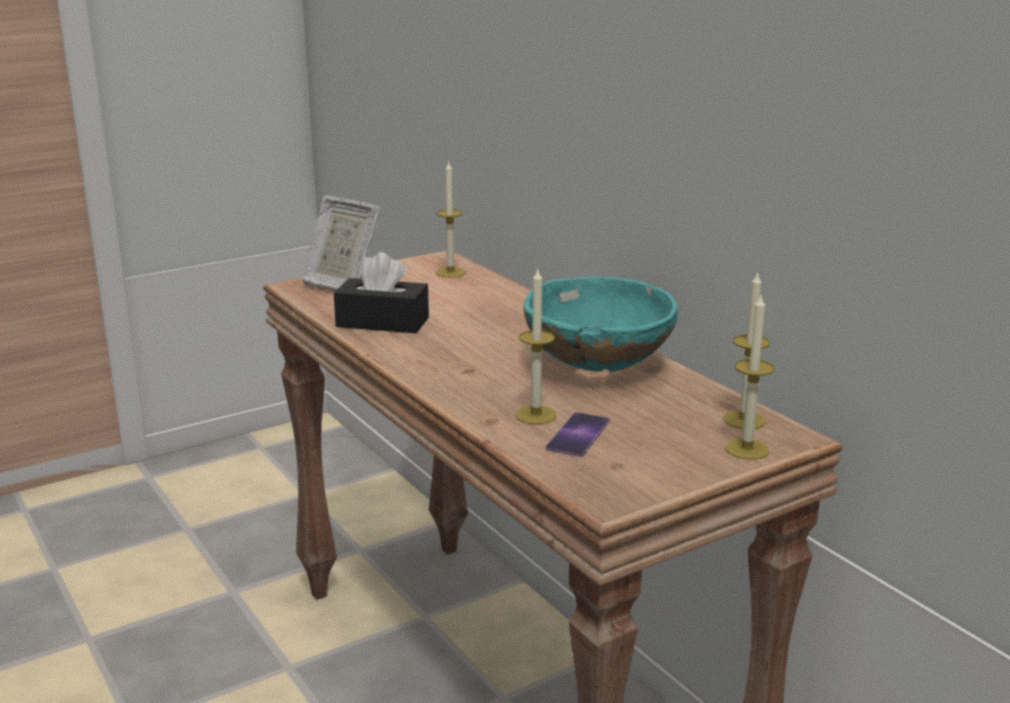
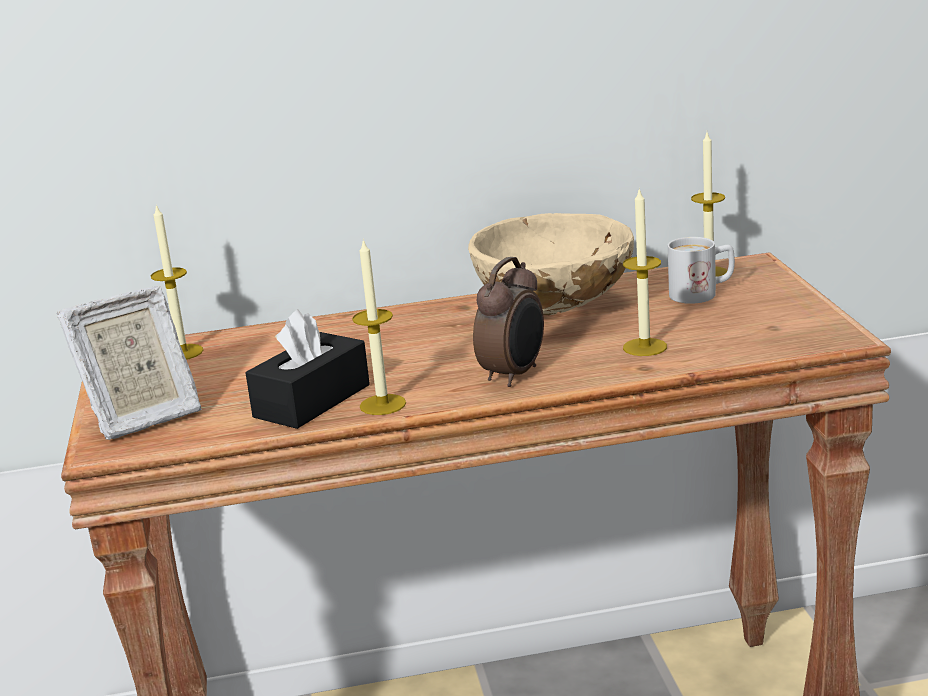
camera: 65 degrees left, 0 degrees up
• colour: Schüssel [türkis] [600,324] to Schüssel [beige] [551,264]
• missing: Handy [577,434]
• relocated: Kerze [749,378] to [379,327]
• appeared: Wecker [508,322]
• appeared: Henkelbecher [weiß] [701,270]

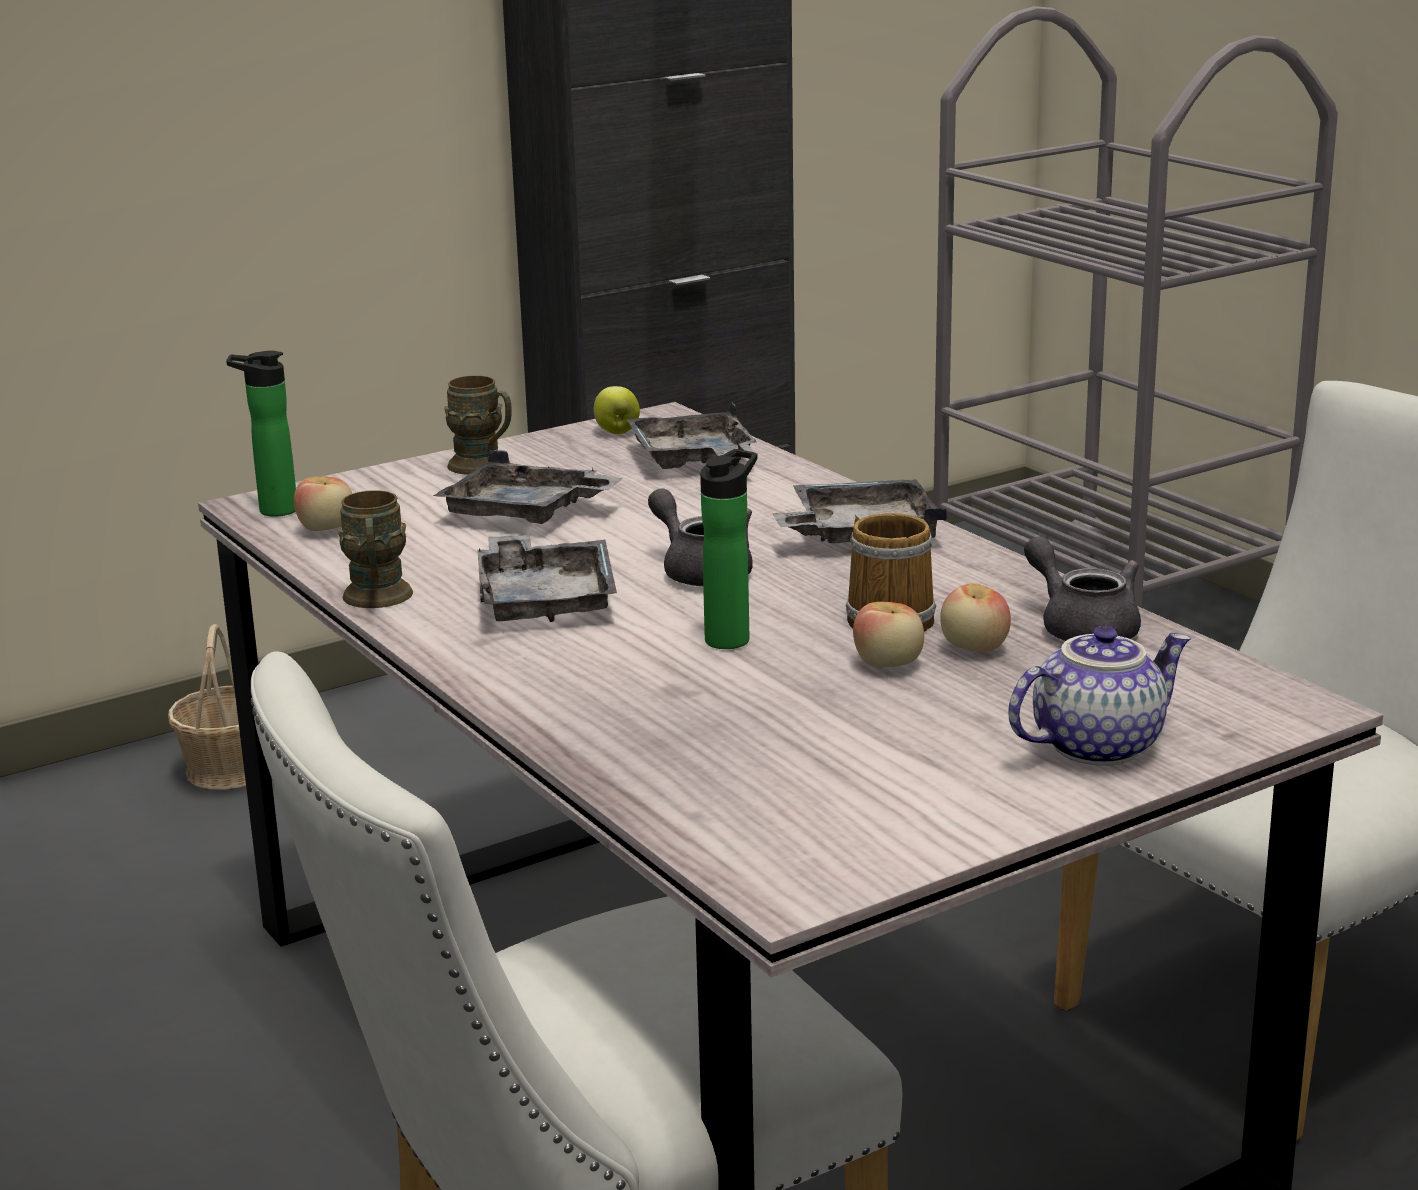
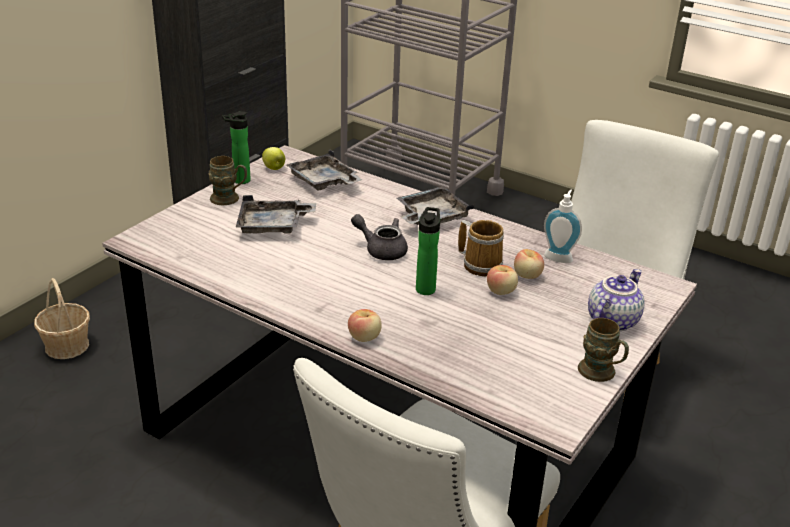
camera: 25 degrees left, 10 degrees up
• relocated: Flasche [261,434] to [236,147]
• relocated: Apfel [323,504] to [365,325]
• relocated: Henkelbecher [braun] [375,549] to [603,350]
• missing: Tablett [grau] [547,578]
• exchanged: Teekanne [grau] [1082,588] to Seifenspender [563,226]

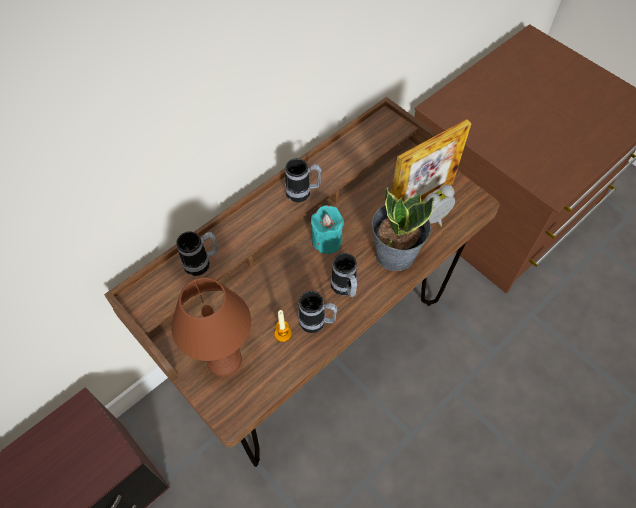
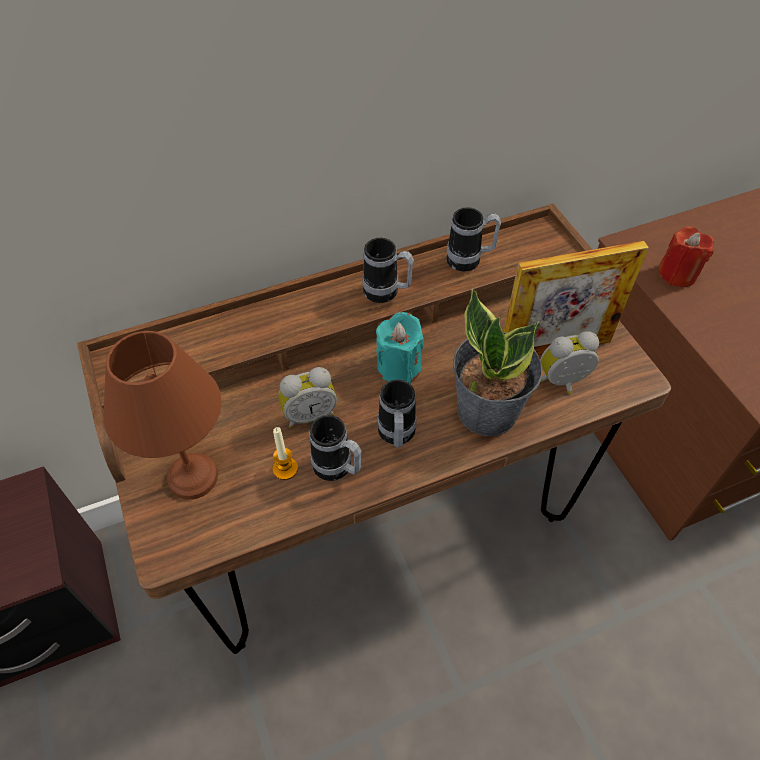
camera: 20 degrees right, 5 degrees down
• relocated: Henkelbecher [197,253] to [473,239]
• appeared: Wecker [307,397]
• appeared: Kerze [rot] [686,256]

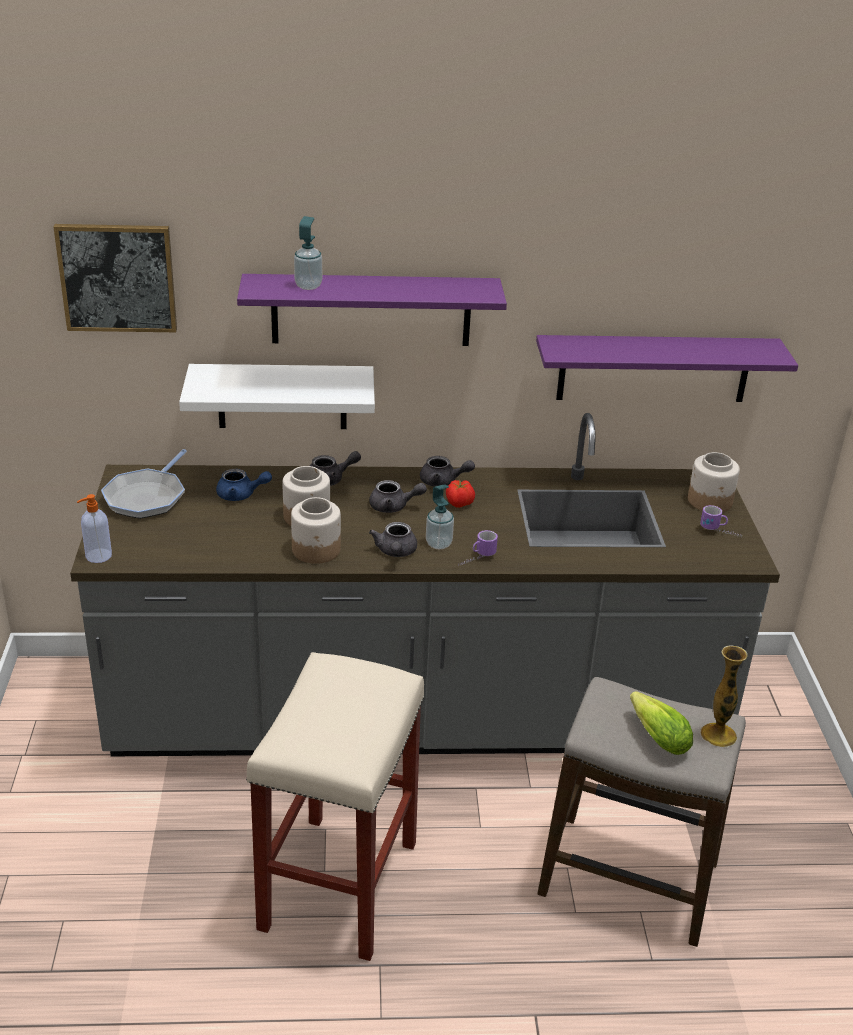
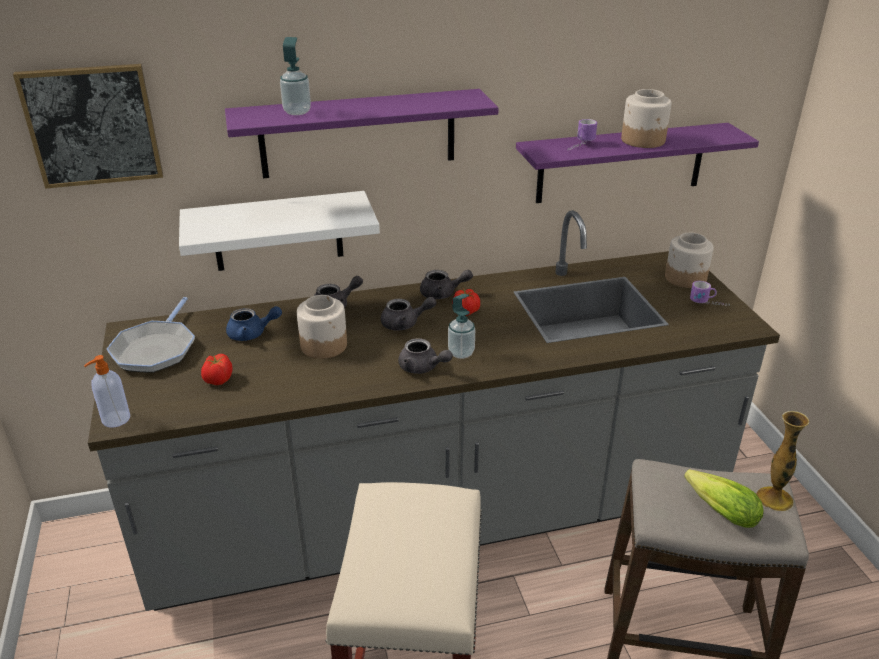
camera: 10 degrees left, 0 degrees up
• relocated: Vorratsglas [316,530] to [646,118]
• spun: Teekanne [grau] [393,539] = [425,356] 45 degrees counterclockwise
• relocated: Henkelbecher [478,548] to [582,135]
• appeared: Tomate [217,369]

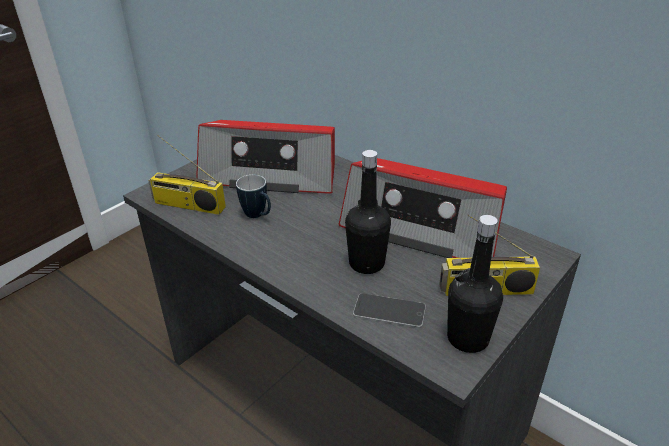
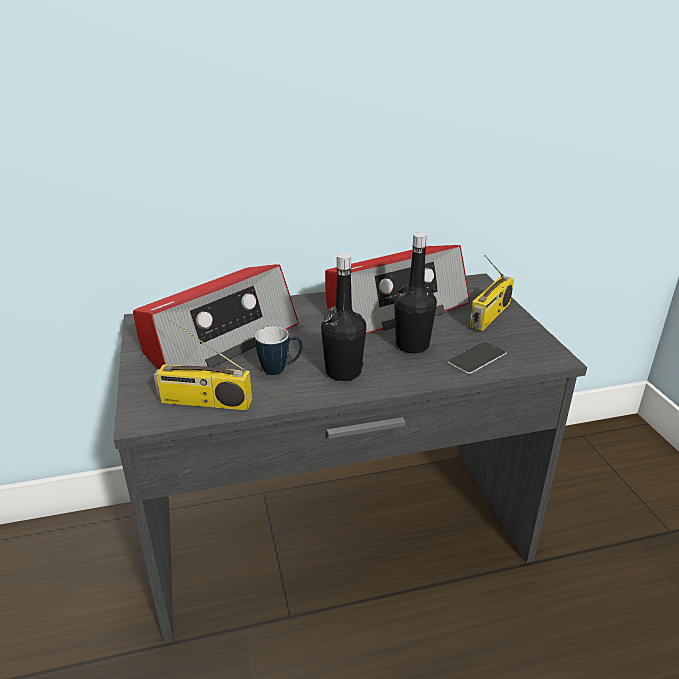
camera: 55 degrees left, 5 degrees down
• spun: Radio [187,175] = [203,364] 45 degrees clockwise
• relocated: Flasche [schwarz] [475,284] to [343,317]

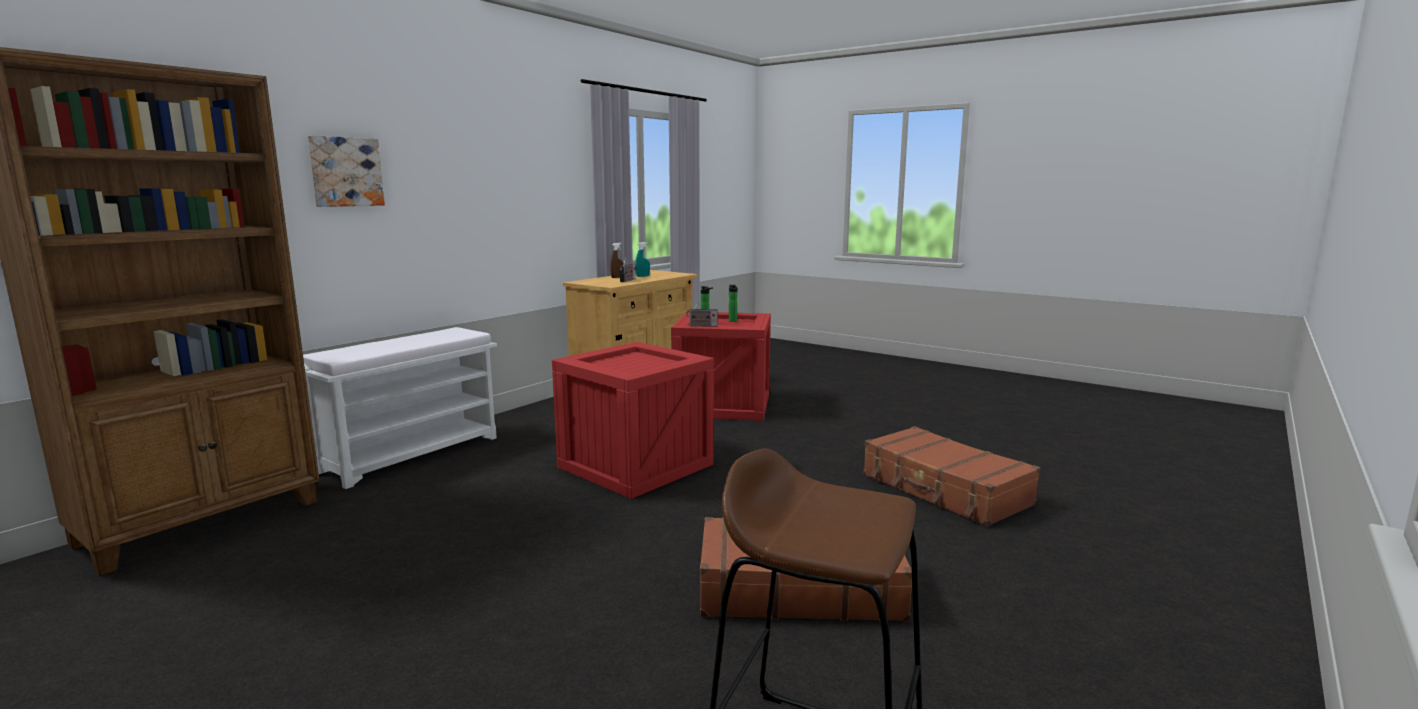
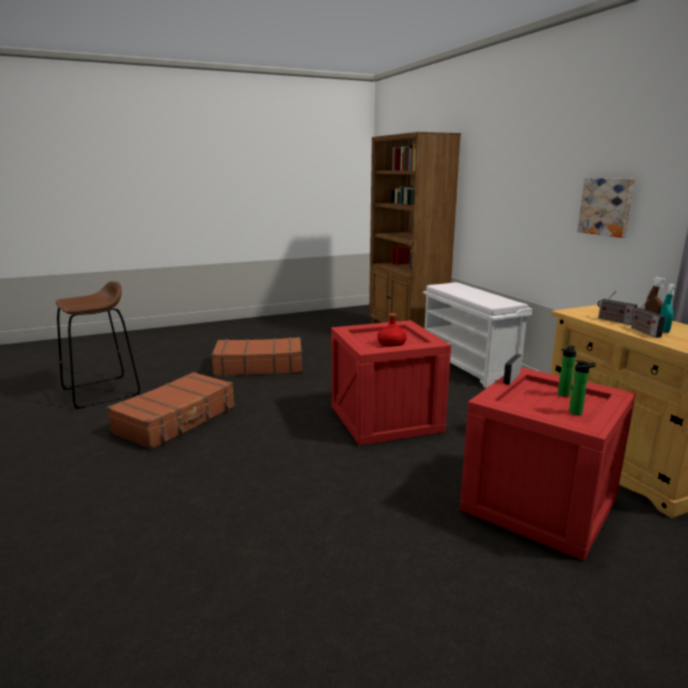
camera: 120 degrees right, 5 degrees up
• relocated: Bild [346,171] to [606,208]
• relocated: Koffer [braun] [951,476] to [257,356]
• appeared: Flasche [rot] [392,330]
• appeared: Radio [648,319]

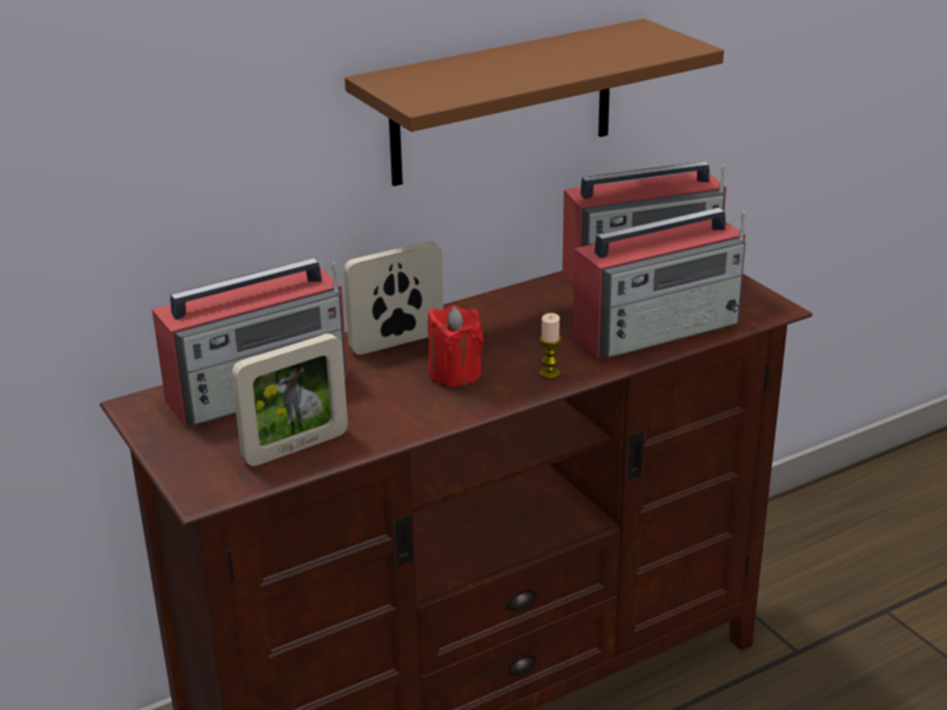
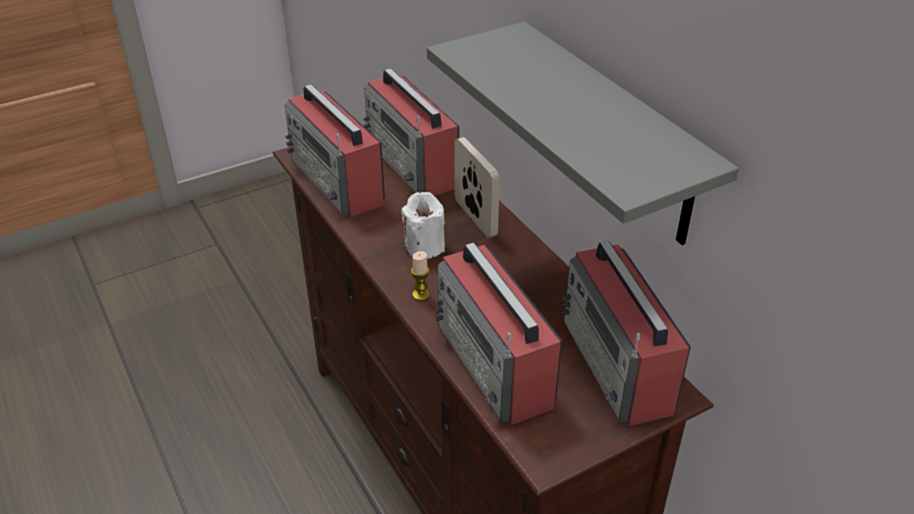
camera: 90 degrees right, 10 degrees up
• exchanged: Bilderrahmen [289,399] to Radio [335,150]
• colour: Wandregal [braun] [534,102] to Wandregal [grau] [583,133]
• colour: Kerze [rot] [456,346] to Kerze [weiß] [423,225]

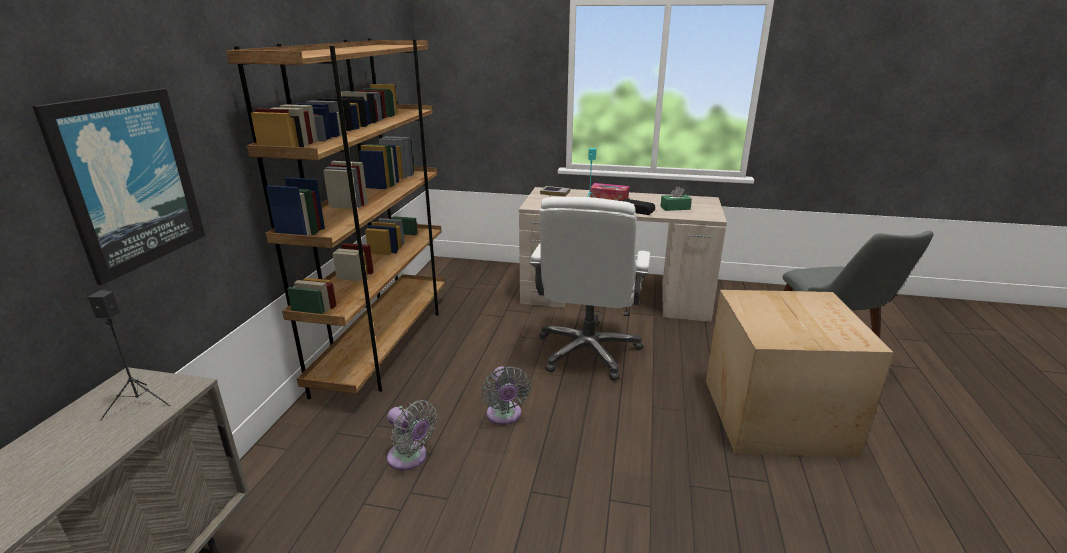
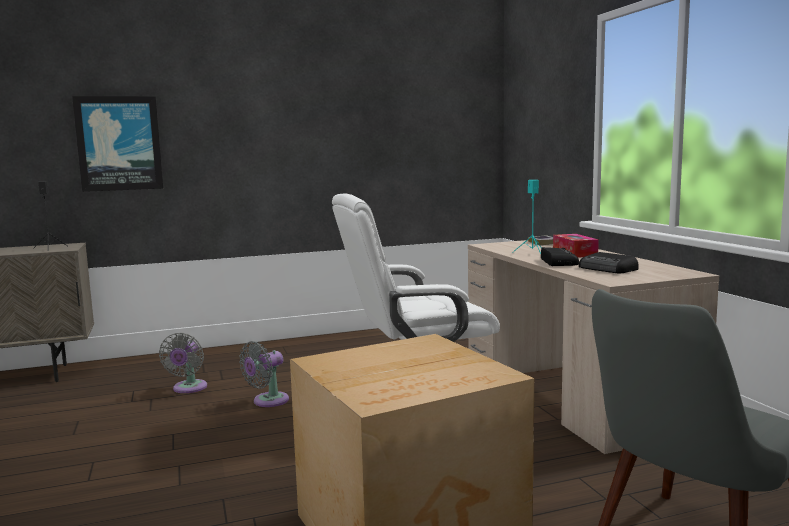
camera: 60 degrees right, 15 degrees down
• missing: Bücherregal [braun] [335,218]
• exchanged: Taschentuchbox [grün] [676,198] to Radio [608,262]

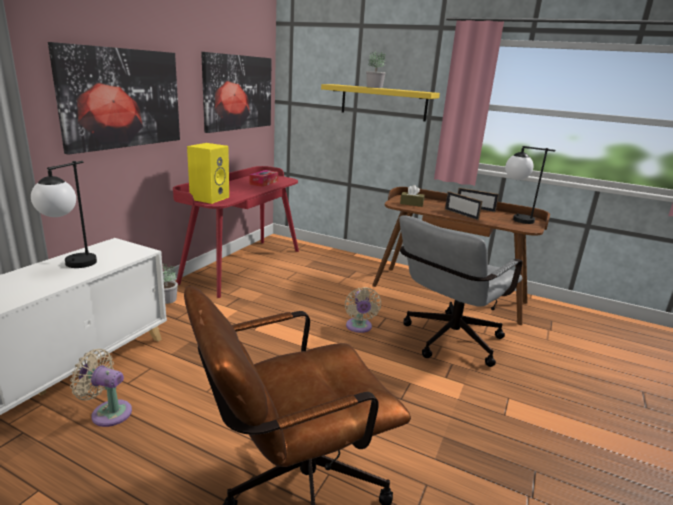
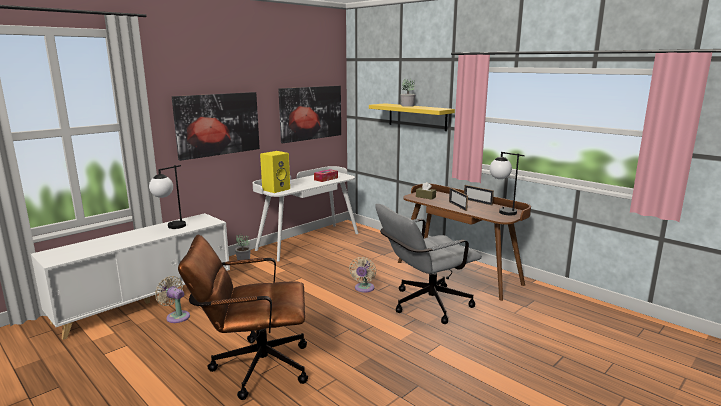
camera: 20 degrees right, 5 degrees down
• colour: Schreibtisch [rot] [236,232] to Schreibtisch [weiß] [306,213]

